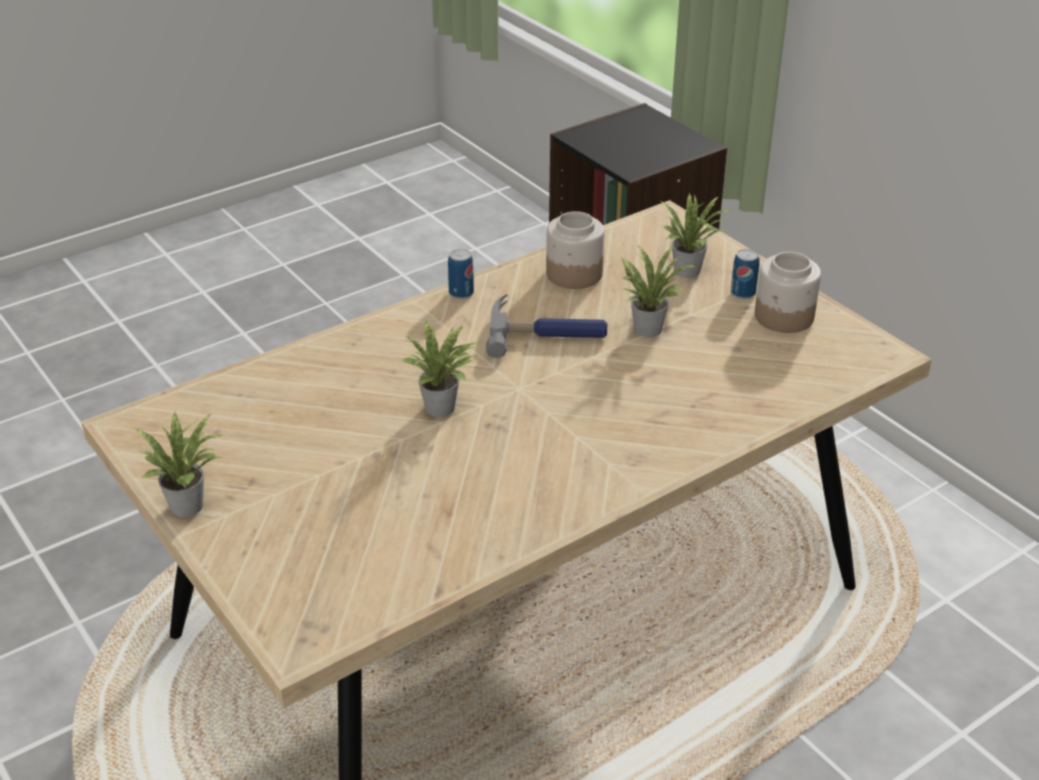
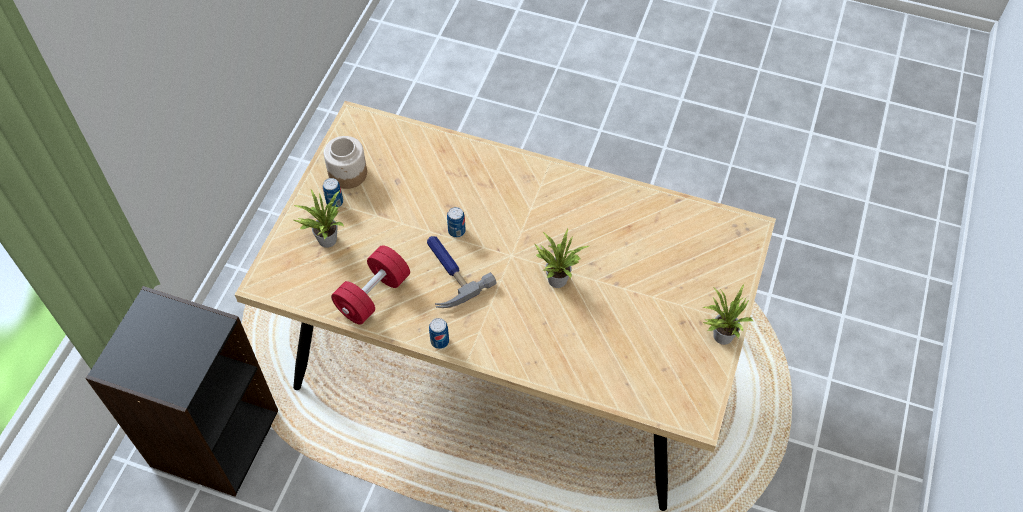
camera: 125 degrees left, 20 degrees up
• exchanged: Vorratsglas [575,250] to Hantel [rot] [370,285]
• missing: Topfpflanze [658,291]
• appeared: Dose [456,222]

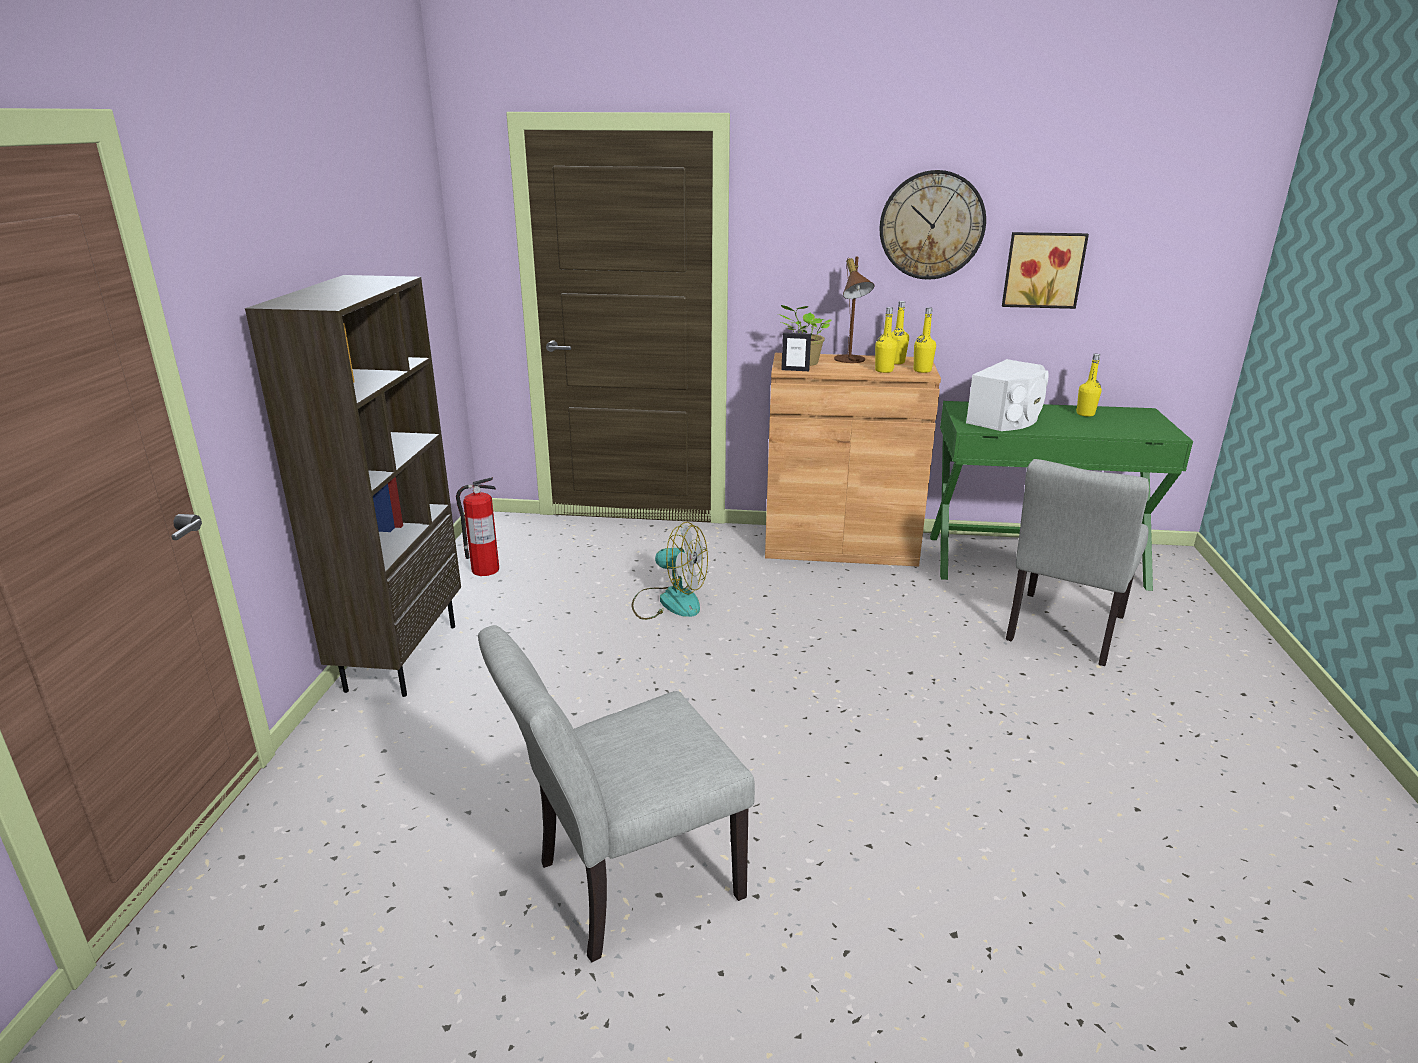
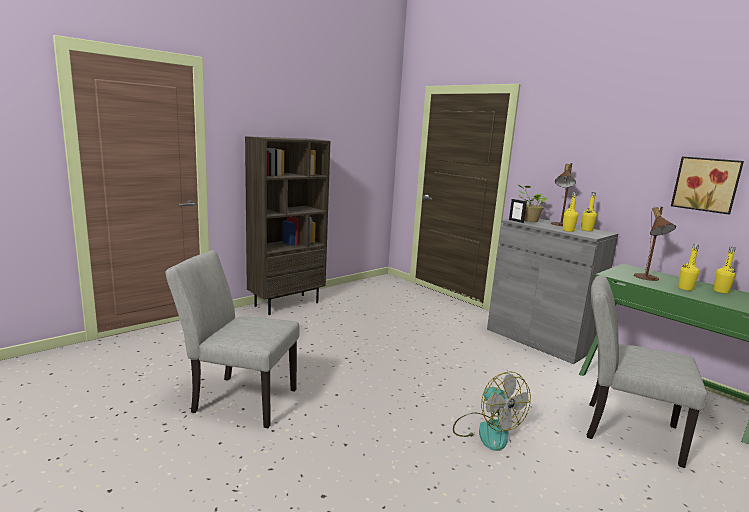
camera: 40 degrees right, 10 degrees down
• missing: Feuerlöscher [477,526]
• relocated: Ventilator [669,571] to [492,411]
• colour: Schrank [braun] [853,460] to Schrank [grau] [552,291]
• missing: Wanduhr [933,225]
• relocated: Flasche [gelb] [925,340] to [688,267]
• exchanged: Lautsprecher [weiß] [1007,395] to Tischlampe [braun] [655,244]
• spun: Stuhl [grau] [1077,562] = [647,371] 45 degrees clockwise

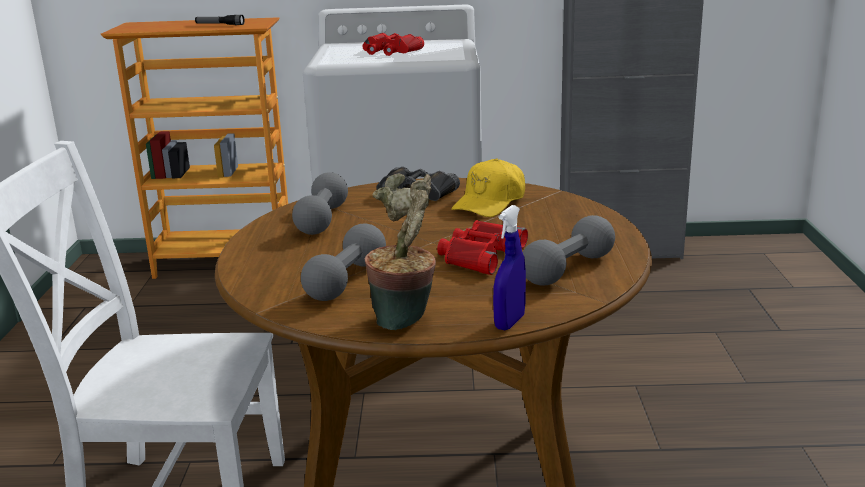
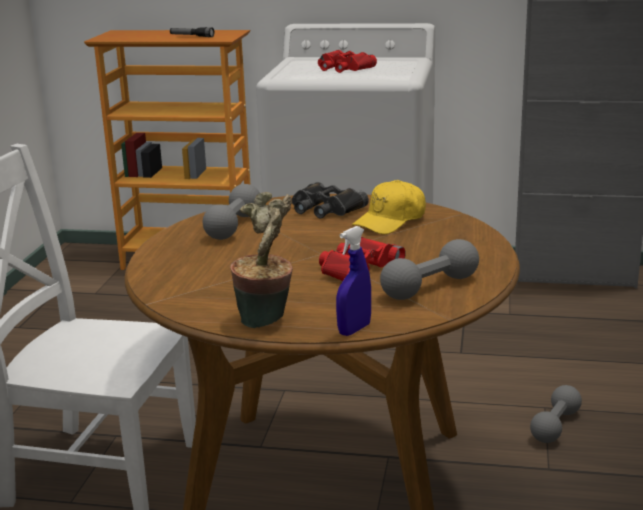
camera: 10 degrees right, 0 degrees up
• relocated: Hantel [grau] [343,262] to [556,414]

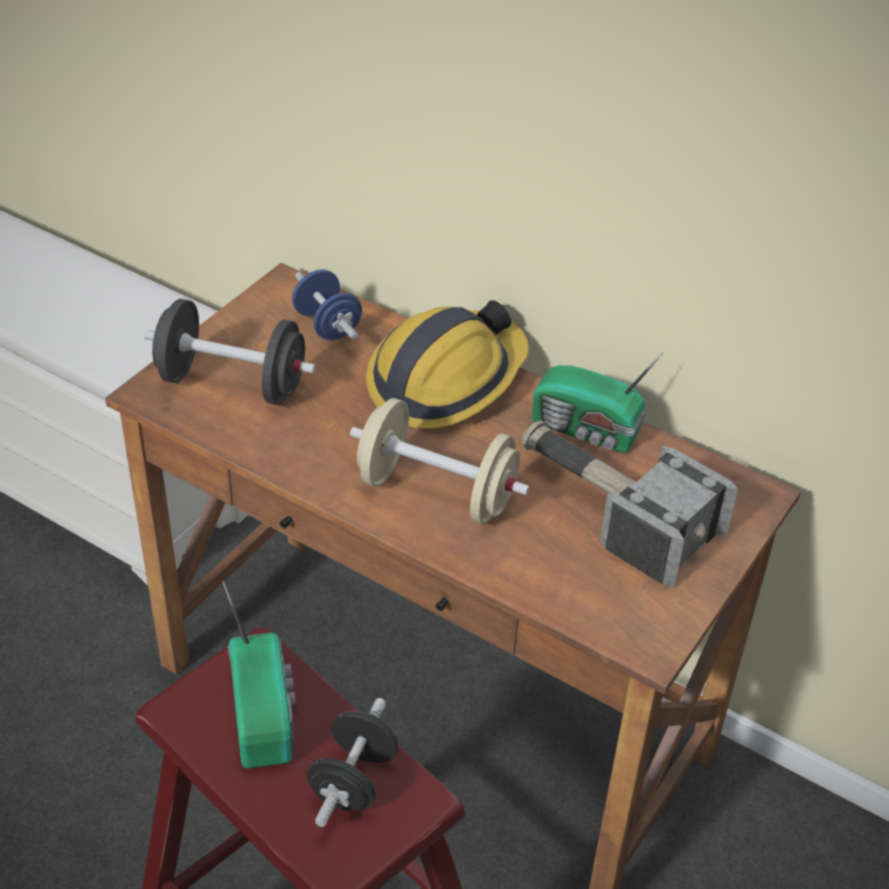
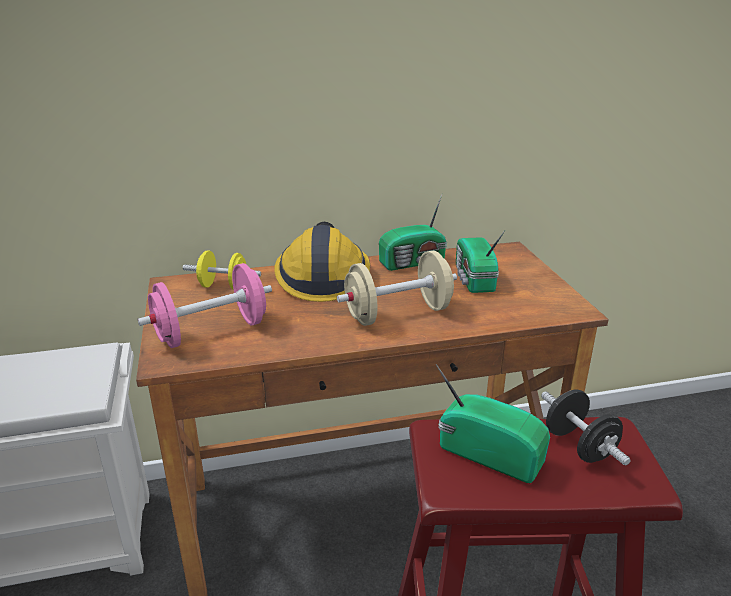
camera: 45 degrees left, 15 degrees down
• colour: Hantel [schwarz] [230,352] to Hantel [rosa] [205,305]
• colour: Hantel [blau] [327,305] to Hantel [gelb] [222,270]
• exchanged: Hammer [629,503] to Radio [480,262]

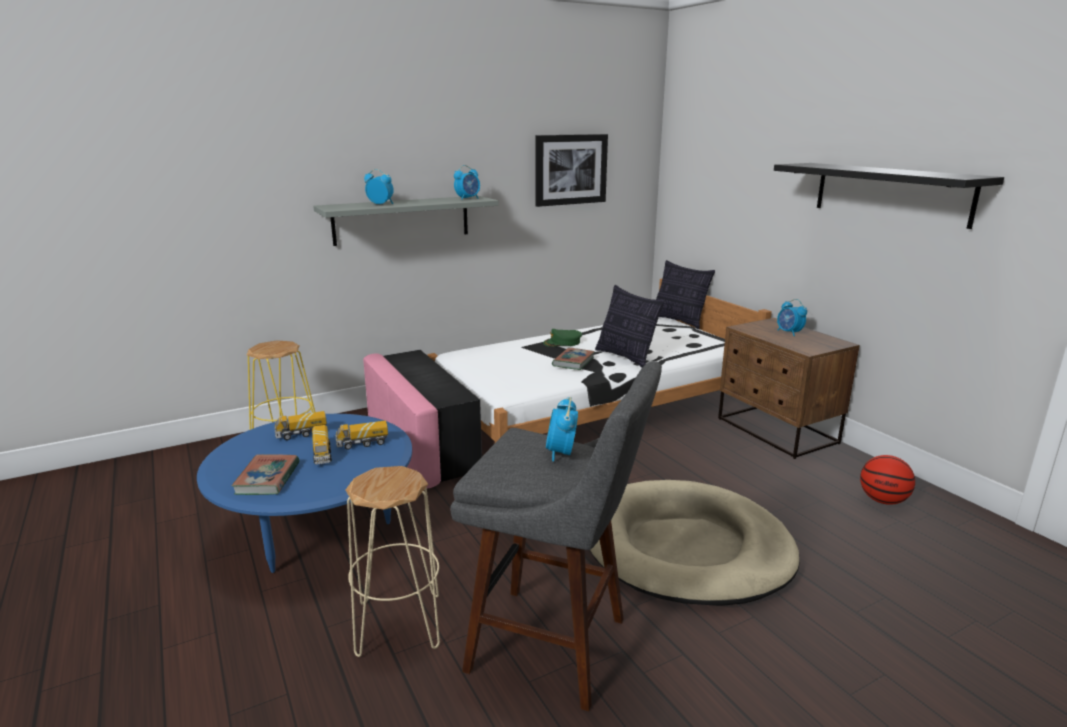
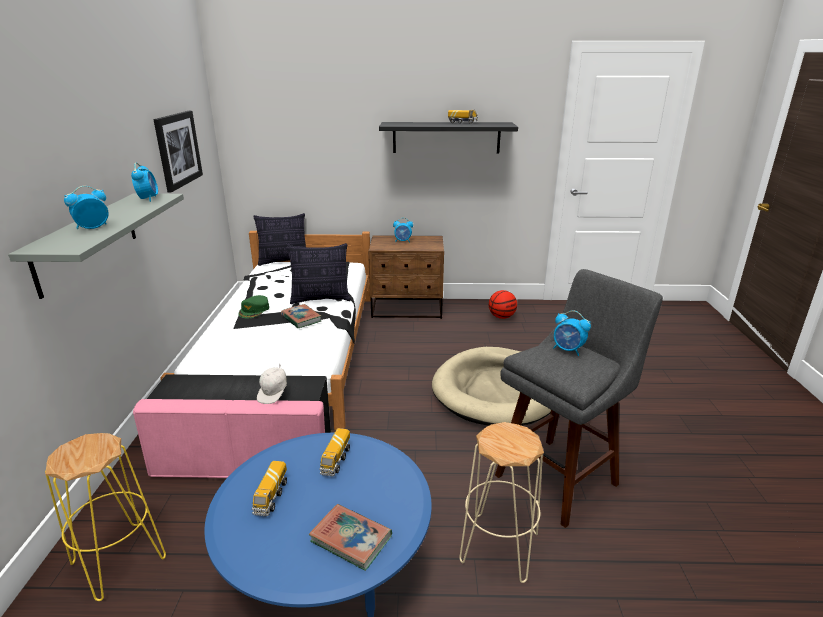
camera: 60 degrees left, 5 degrees up
• relocated: Spielzeuglaster [322,445] to [463,116]
• appeared: Kappe [weiß] [272,384]

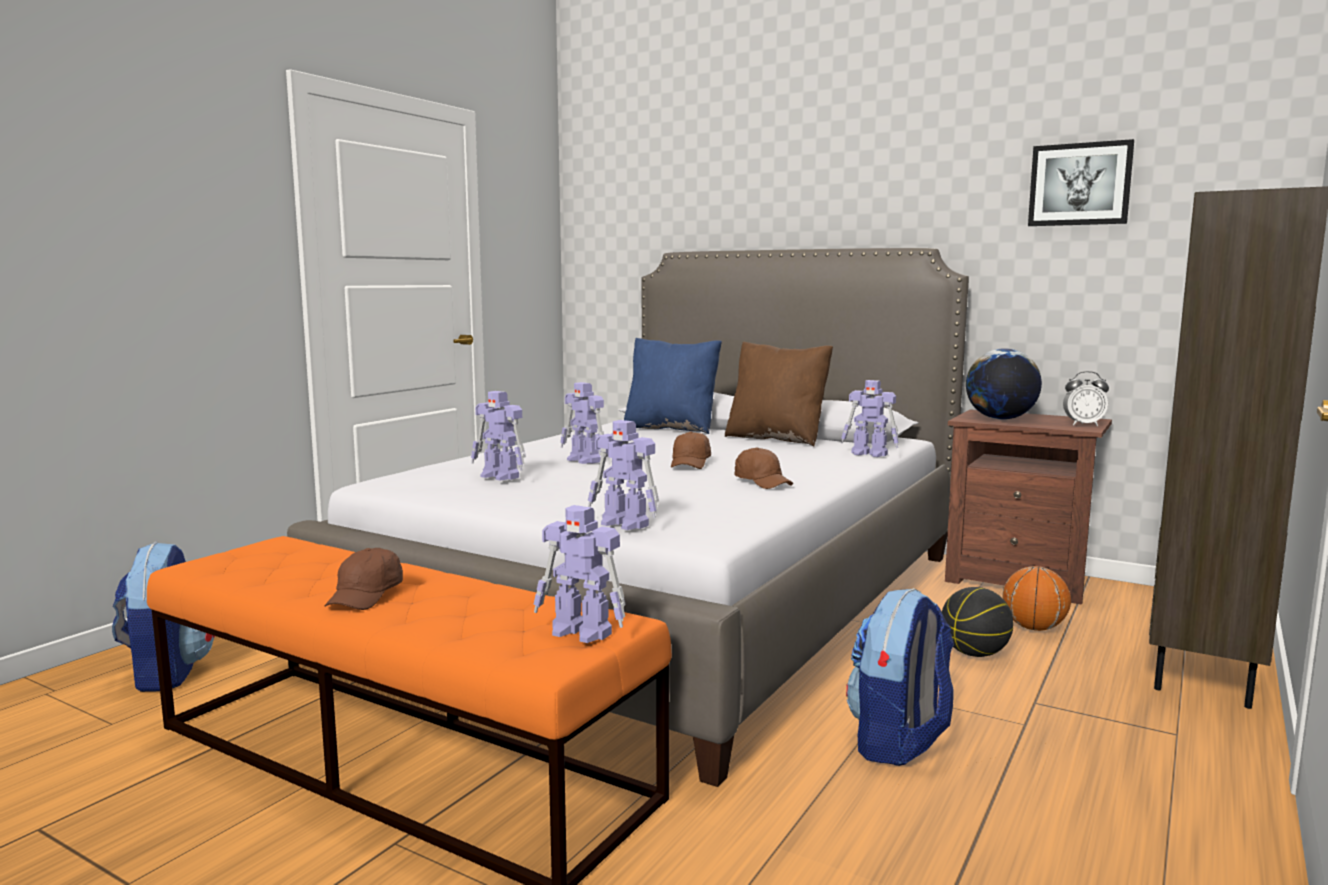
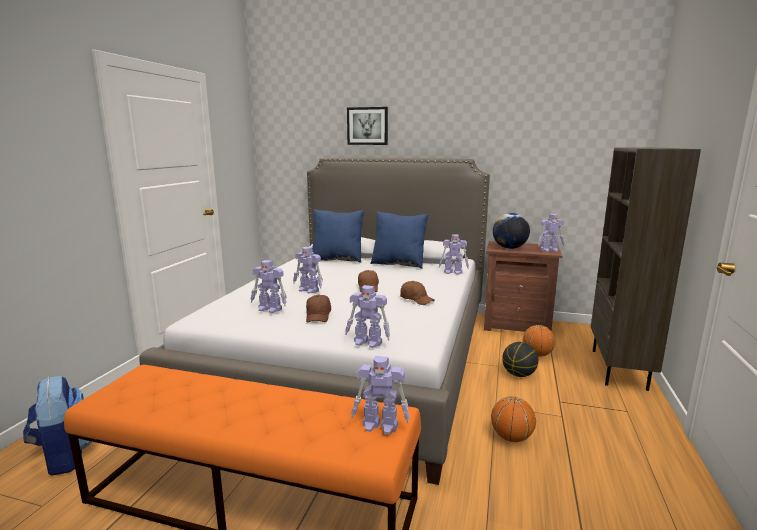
camera: 15 degrees left, 5 degrees up
• relocated: Kappe [braun] [363,579] to [318,308]
• colour: Kissen [braun] [779,394] to Kissen [blau] [399,240]
• exchanged: Rucksack [900,677] to Basketball [513,419]
• relocated: Bild [1081,182] to [367,126]
• exchanged: Wecker [1086,398] to Spielzeugroboter [551,233]

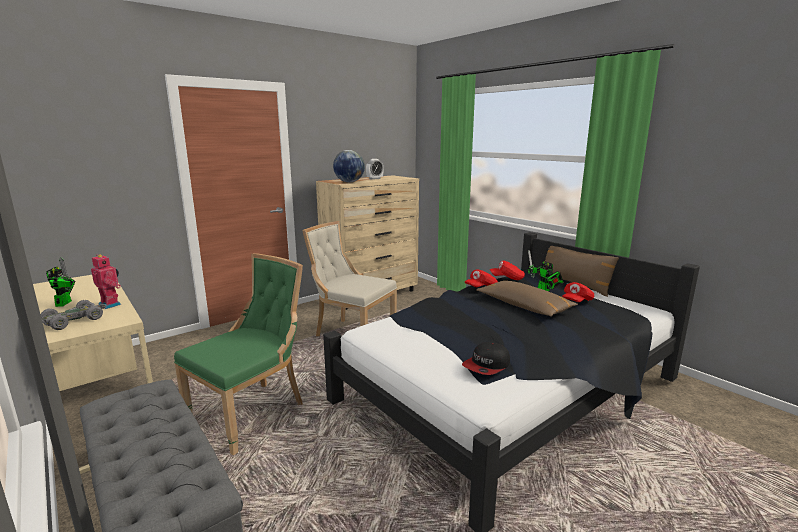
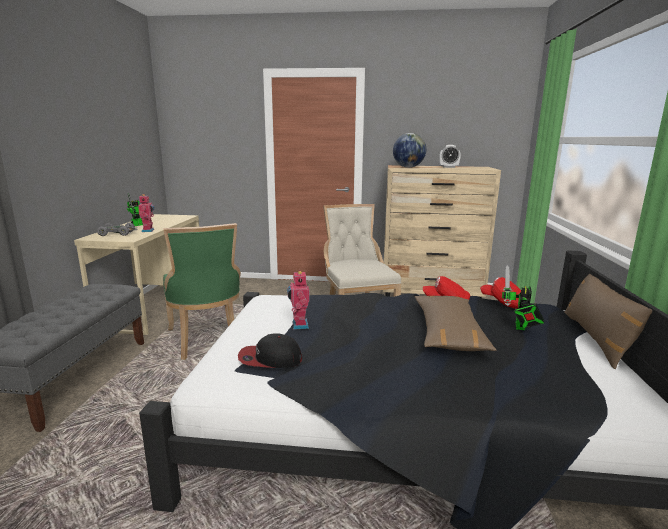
camera: 45 degrees right, 0 degrees up
• spun: Stuhl [grün] [238,354] = [202,291] 75 degrees clockwise
• missing: Kappe [rot] [578,292]
• appeared: Spielzeugroboter [298,300]

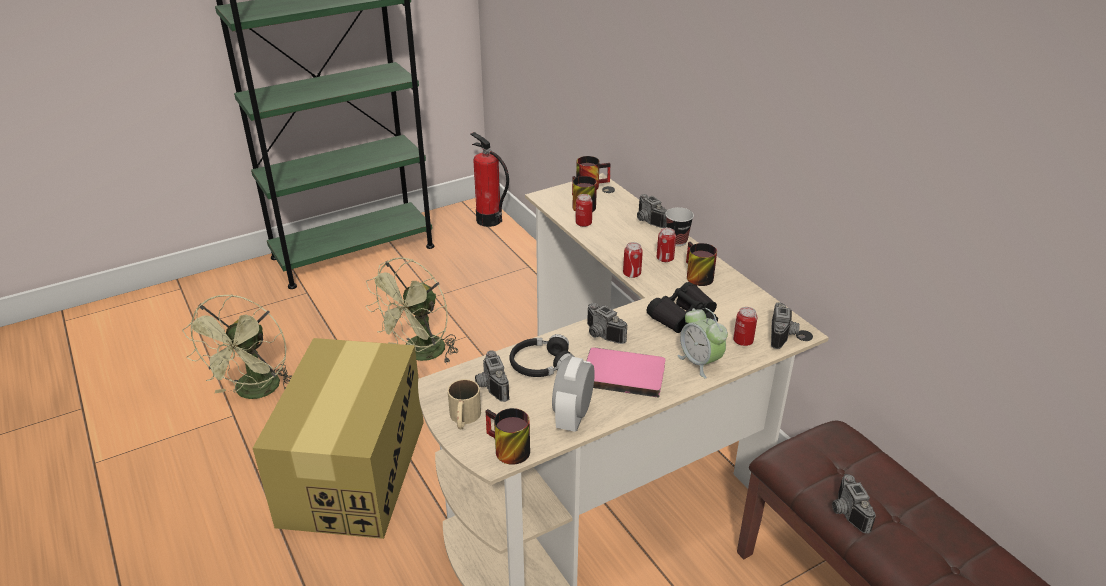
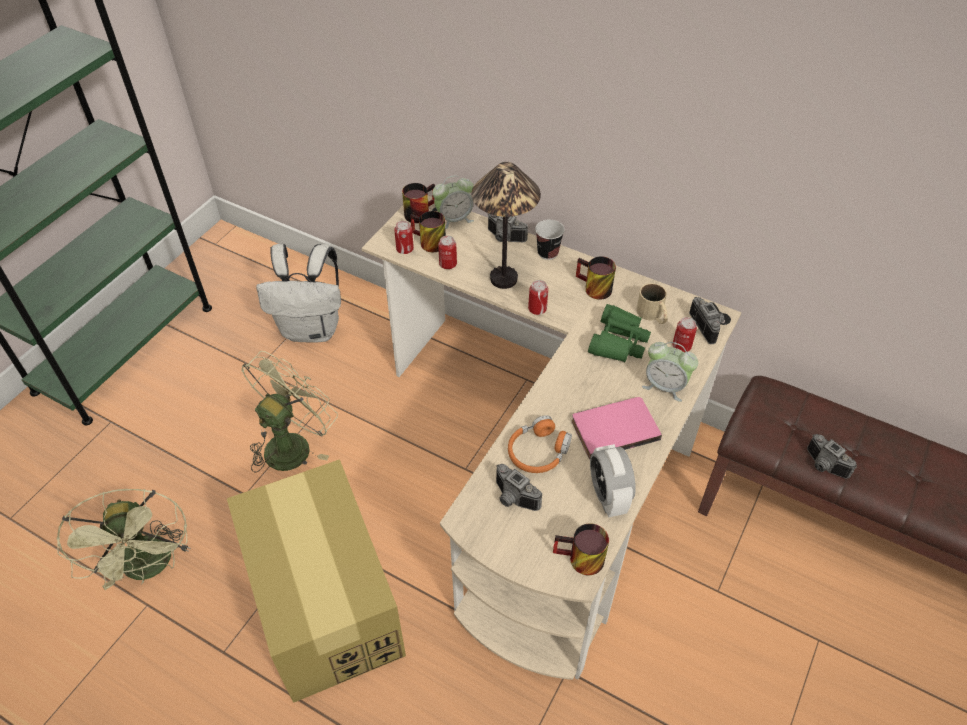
camera: 30 degrees left, 15 degrees up
• spun: Ventilator [grün] [412,310] = [289,412] 150 degrees counterclockwise
• relocated: Henkelbecher [beige] [464,404] to [651,303]
• missing: Feuerlöscher [490,179]
• colour: Kopfhörer [schwarz] [541,355] to Kopfhörer [orange] [540,444]
• missing: Kamera [607,323]
• colour: Fernglas [schwarz] [682,307] to Fernglas [grün] [619,333]
• relocated: Dose [666,245] to [404,237]
• appeared: Rucksack [weiß] [298,293]
• appeared: Wecker [453,202]
• appeared: Tischlampe [506,225]

